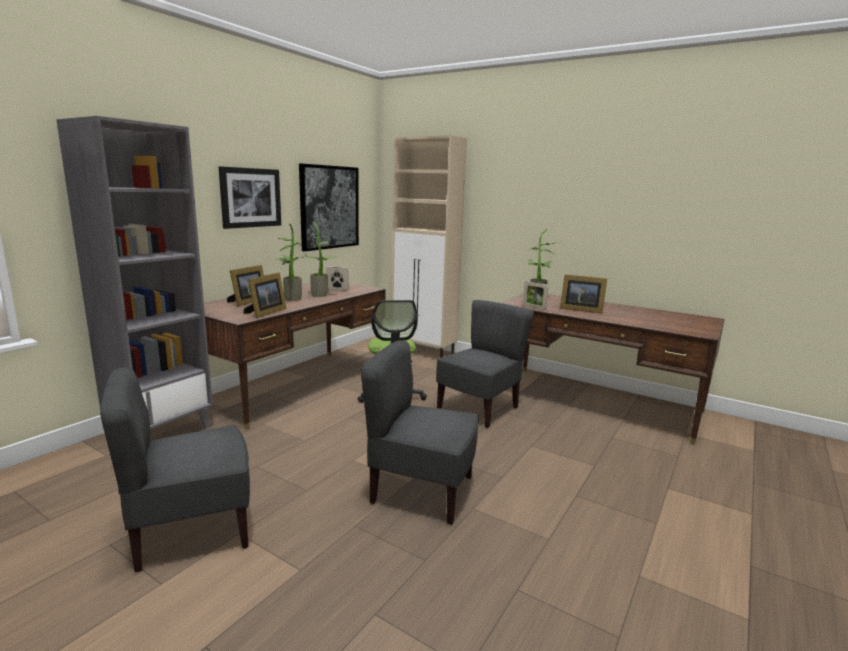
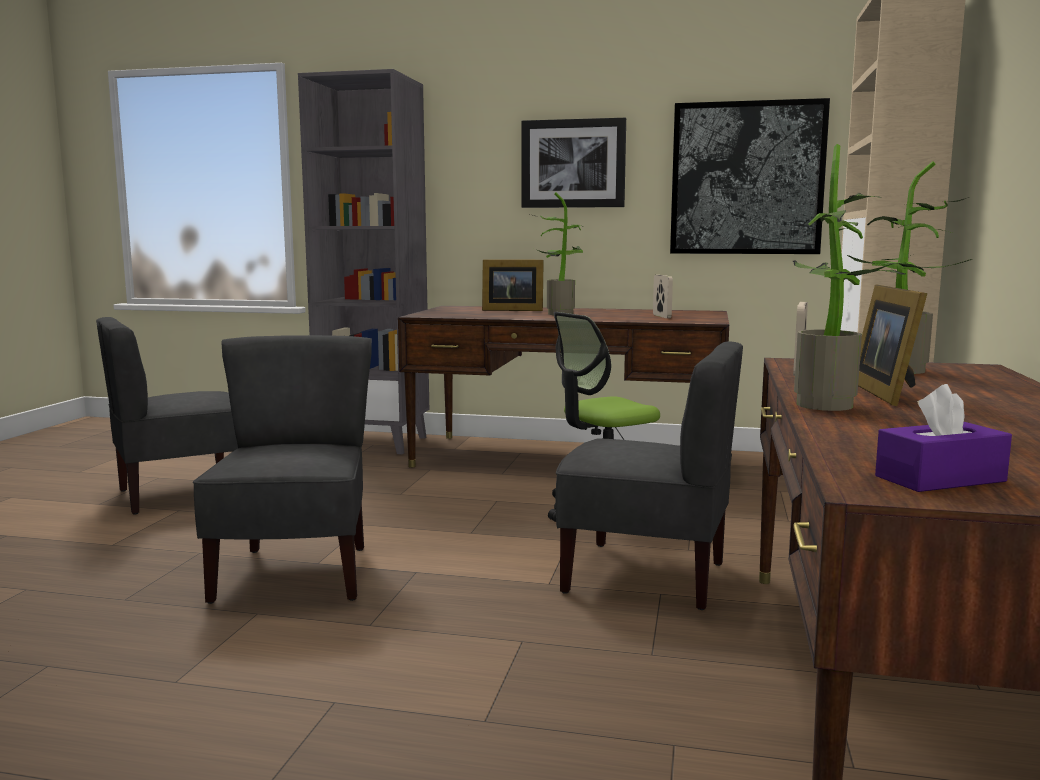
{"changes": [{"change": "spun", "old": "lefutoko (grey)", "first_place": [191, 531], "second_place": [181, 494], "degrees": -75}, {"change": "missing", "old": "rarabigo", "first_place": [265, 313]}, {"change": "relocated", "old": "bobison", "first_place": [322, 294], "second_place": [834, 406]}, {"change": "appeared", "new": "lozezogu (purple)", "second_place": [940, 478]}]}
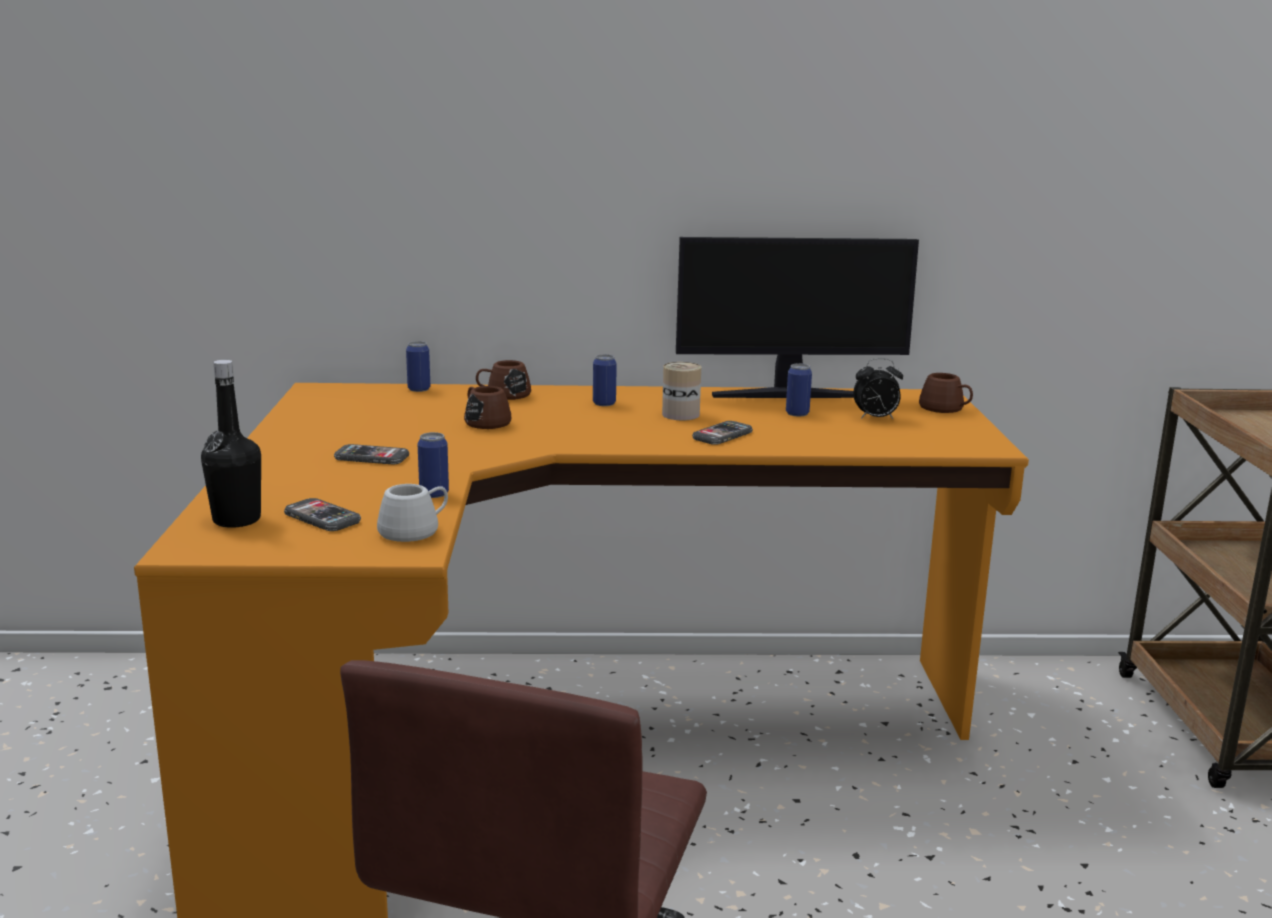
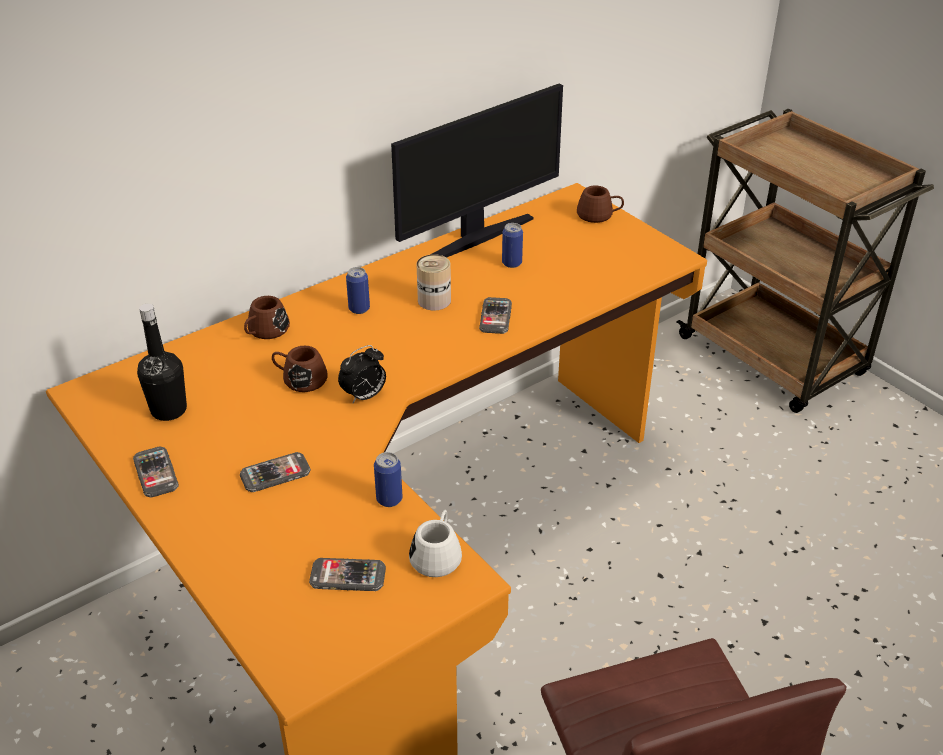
{"changes": [{"change": "relocated", "old": "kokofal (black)", "first_place": [237, 520], "second_place": [169, 410]}, {"change": "missing", "old": "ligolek", "first_place": [419, 389]}, {"change": "relocated", "old": "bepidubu", "first_place": [875, 418], "second_place": [364, 396]}, {"change": "appeared", "new": "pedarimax", "second_place": [156, 473]}]}
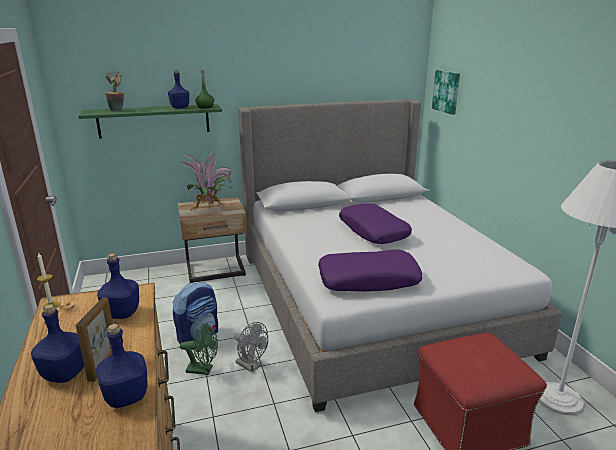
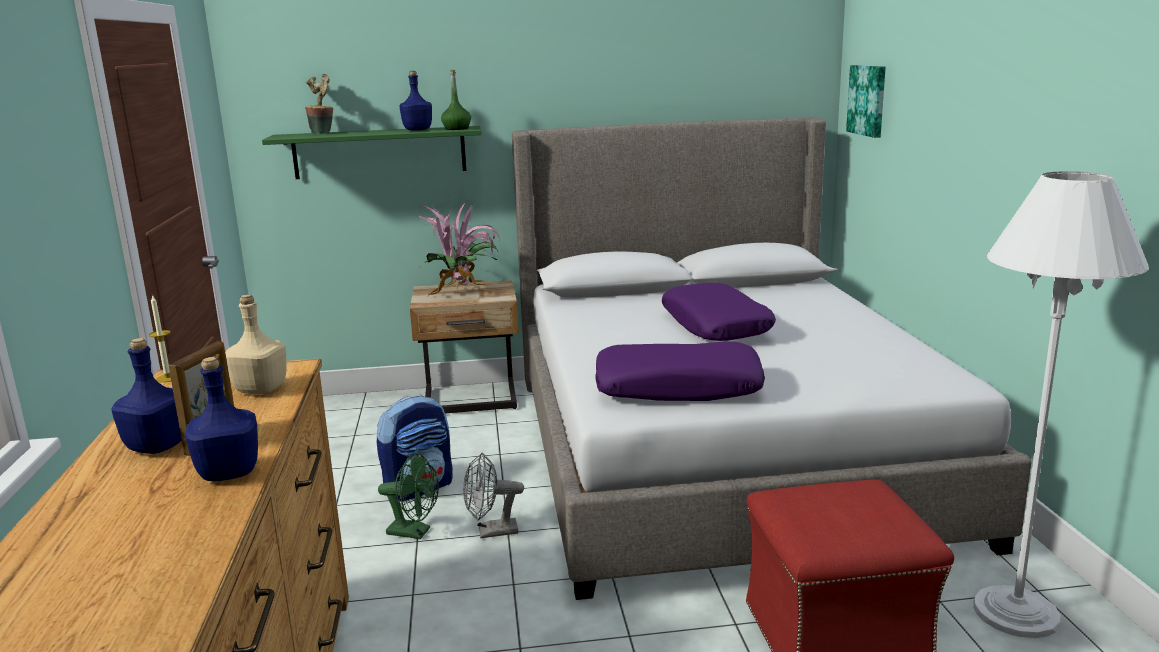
{"changes": [{"change": "colour", "old": "kokofal (blue)", "new": "kokofal (beige)", "first_place": [122, 313], "second_place": [261, 389]}, {"change": "spun", "old": "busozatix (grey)", "first_place": [251, 366], "second_place": [491, 532], "degrees": 120}]}
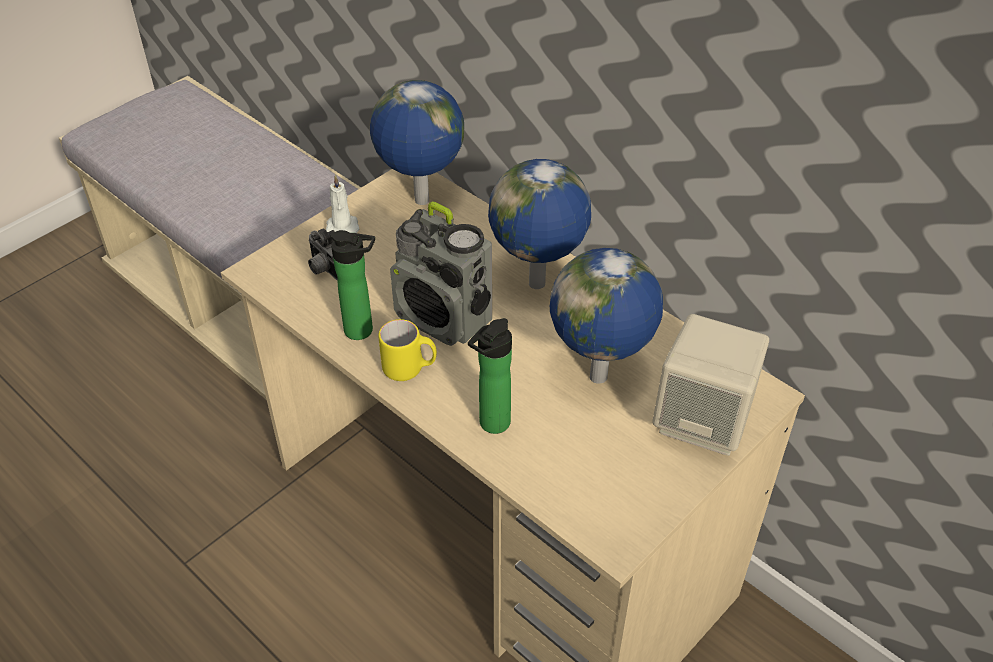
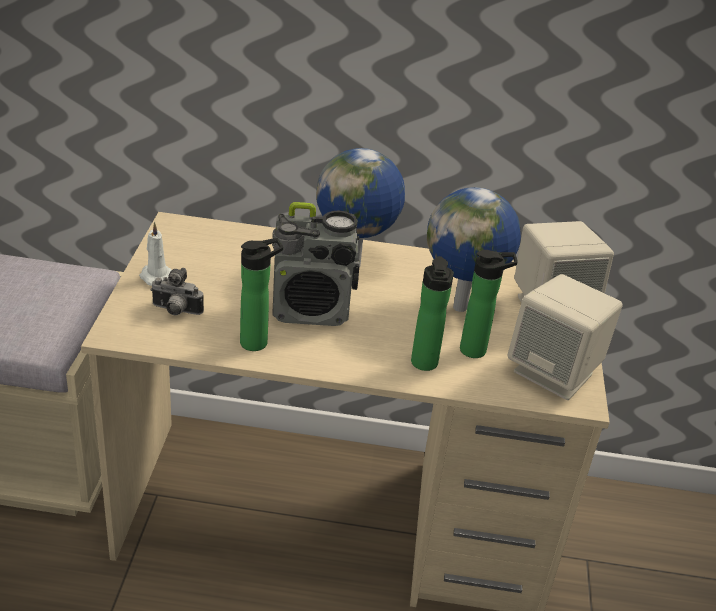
{"changes": [{"change": "missing", "old": "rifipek", "first_place": [421, 201]}, {"change": "missing", "old": "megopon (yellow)", "first_place": [410, 369]}, {"change": "appeared", "new": "kokofal", "second_place": [477, 350]}, {"change": "appeared", "new": "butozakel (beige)", "second_place": [554, 373]}]}
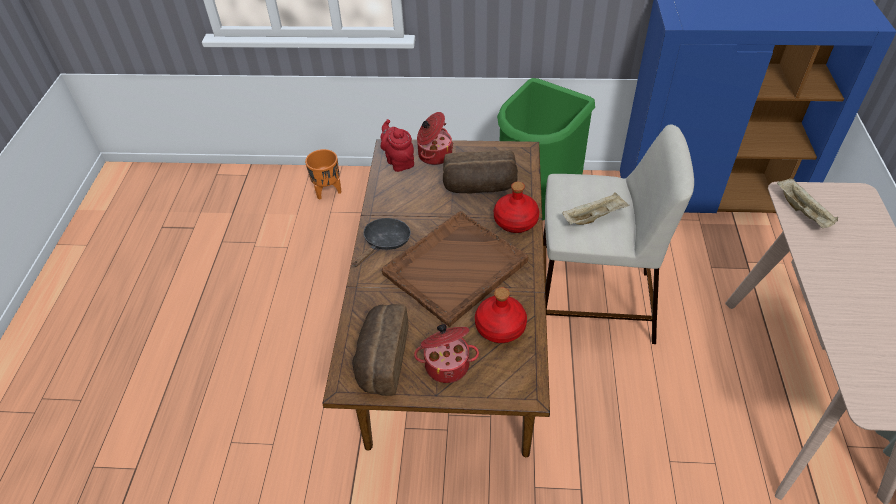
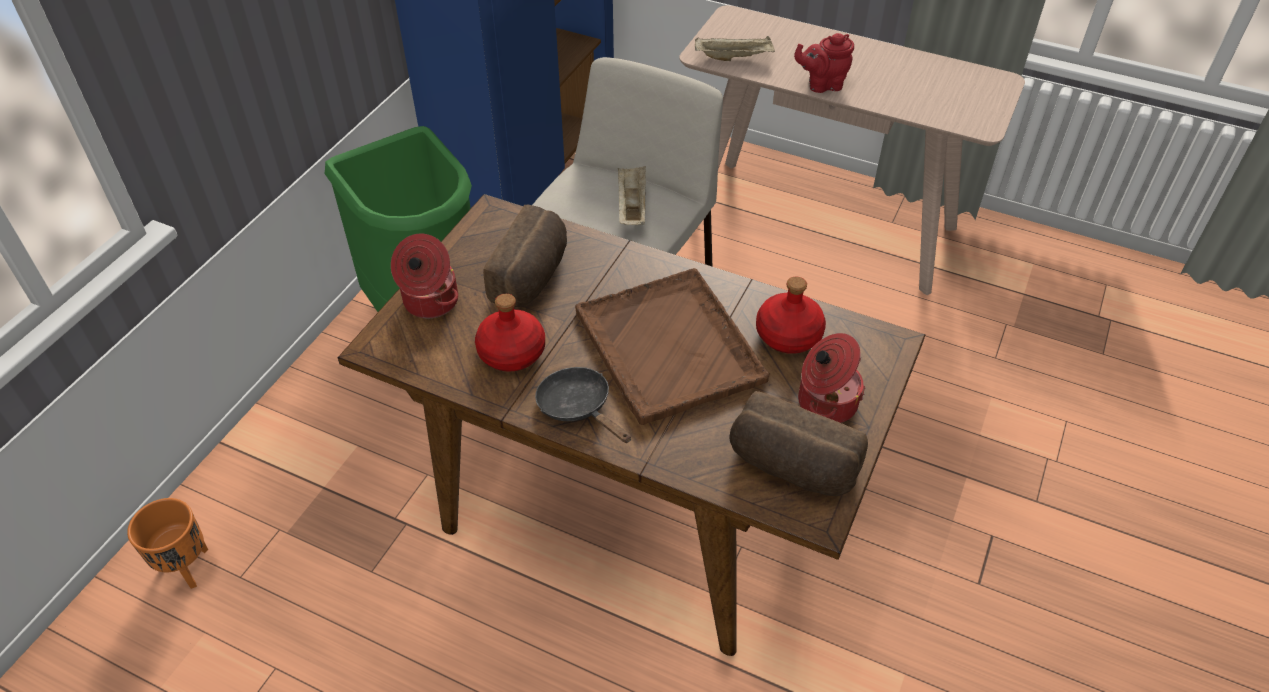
{"changes": [{"change": "relocated", "old": "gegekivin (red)", "first_place": [399, 161], "second_place": [822, 85]}, {"change": "relocated", "old": "kokofal (red)", "first_place": [516, 221], "second_place": [511, 352]}]}
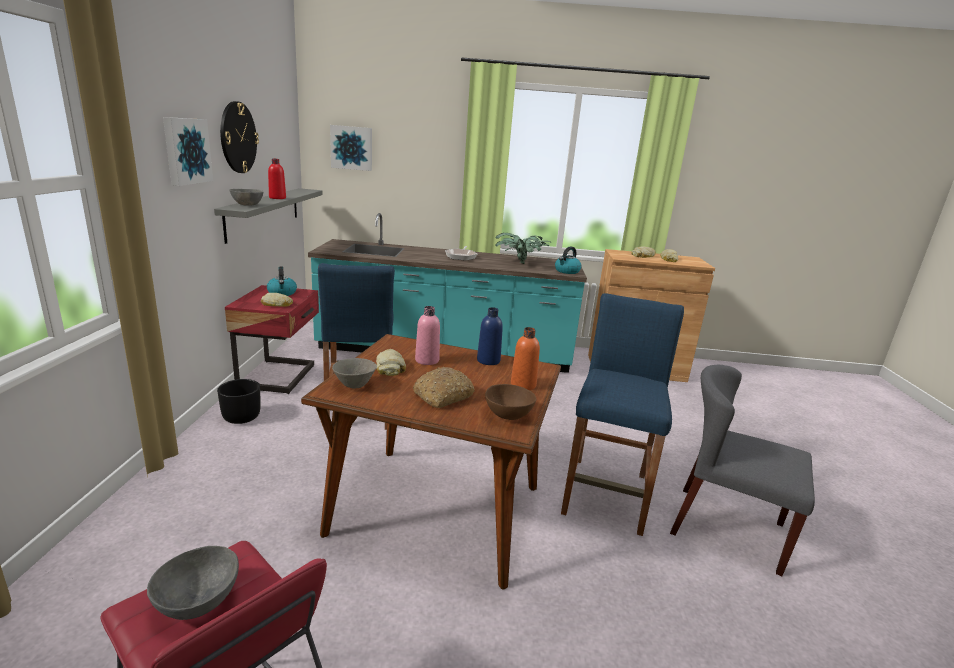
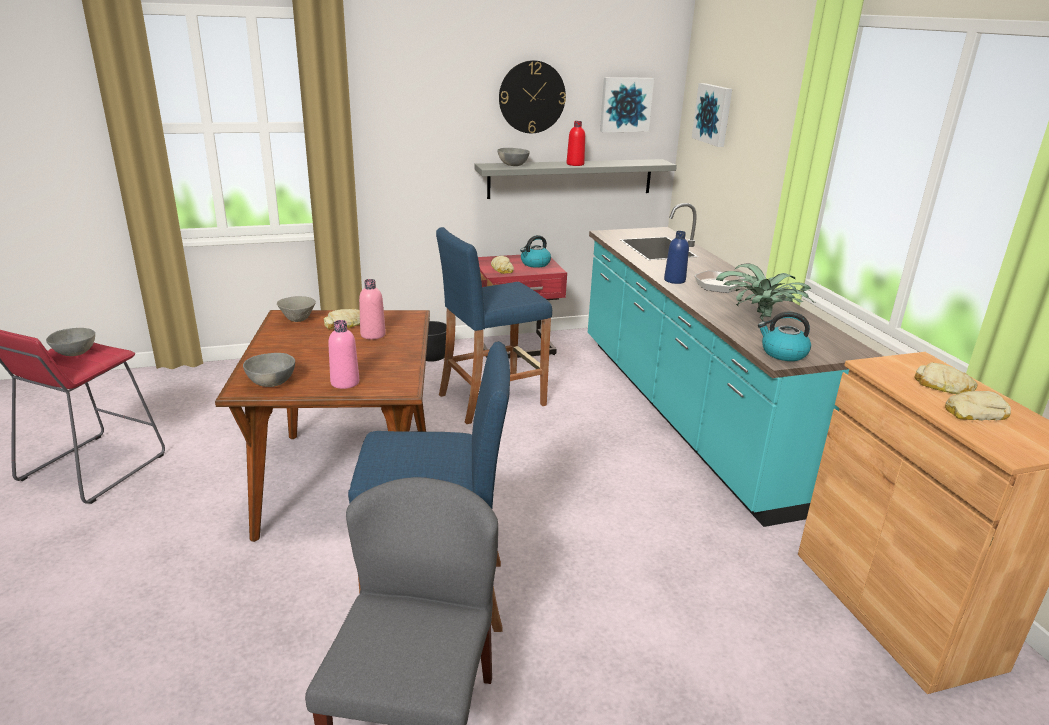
{"changes": [{"change": "relocated", "old": "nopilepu", "first_place": [186, 151], "second_place": [625, 104]}, {"change": "missing", "old": "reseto", "first_place": [443, 396]}, {"change": "relocated", "old": "kokofal (blue)", "first_place": [488, 360], "second_place": [674, 280]}, {"change": "colour", "old": "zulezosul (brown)", "new": "zulezosul (grey)", "first_place": [508, 416], "second_place": [270, 383]}, {"change": "colour", "old": "kokofal (orange)", "new": "kokofal (pink)", "first_place": [523, 385], "second_place": [345, 382]}]}
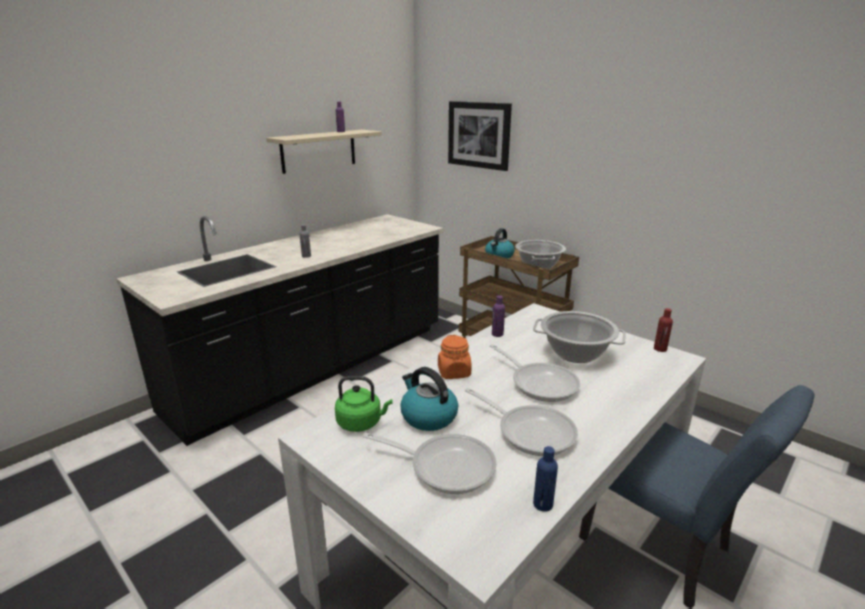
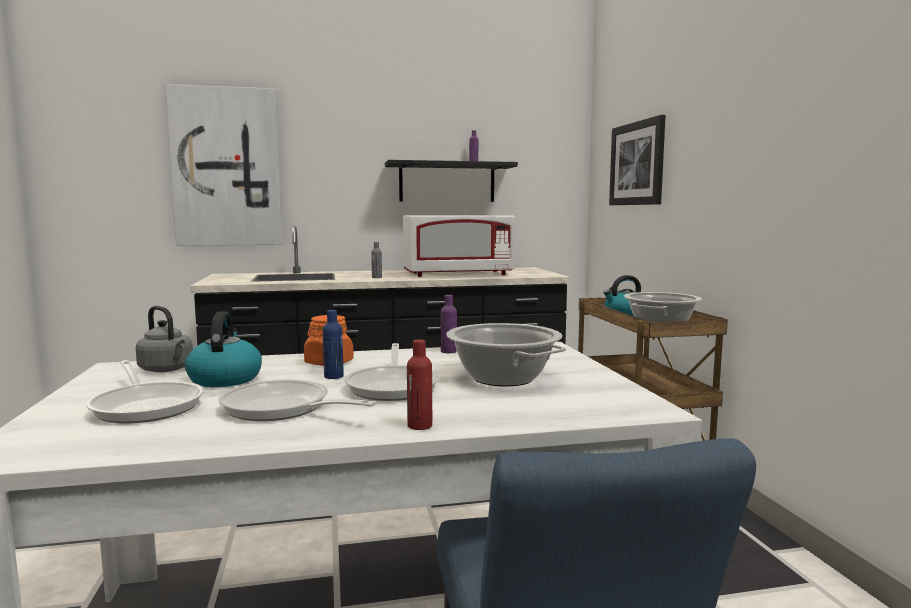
{"changes": [{"change": "colour", "old": "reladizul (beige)", "new": "reladizul (black)", "first_place": [319, 151], "second_place": [447, 182]}, {"change": "colour", "old": "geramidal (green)", "new": "geramidal (grey)", "first_place": [361, 423], "second_place": [167, 369]}, {"change": "spun", "old": "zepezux", "first_place": [530, 431], "second_place": [282, 409], "degrees": 135}, {"change": "relocated", "old": "kokofal (blue)", "first_place": [543, 504], "second_place": [333, 376]}, {"change": "relocated", "old": "kokofal (red)", "first_place": [660, 349], "second_place": [419, 426]}, {"change": "appeared", "new": "nopilepu", "second_place": [226, 167]}, {"change": "appeared", "new": "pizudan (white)", "second_place": [457, 274]}]}
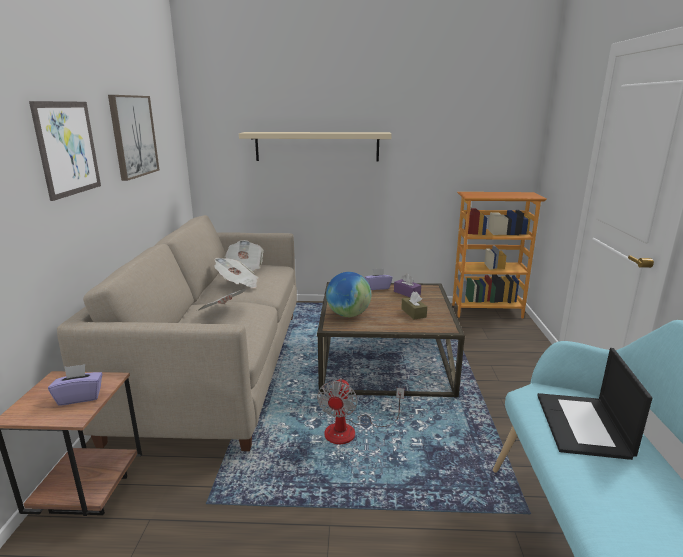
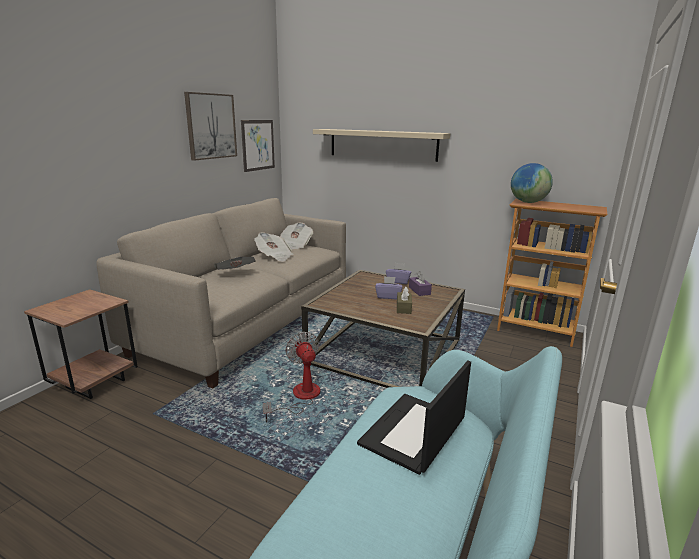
{"changes": [{"change": "relocated", "old": "nopilepu", "first_place": [68, 148], "second_place": [258, 145]}, {"change": "relocated", "old": "lozezogu (purple)", "first_place": [80, 397], "second_place": [388, 296]}, {"change": "spun", "old": "busozatix", "first_place": [350, 431], "second_place": [300, 397], "degrees": 120}, {"change": "relocated", "old": "rifipek", "first_place": [348, 314], "second_place": [528, 202]}]}
